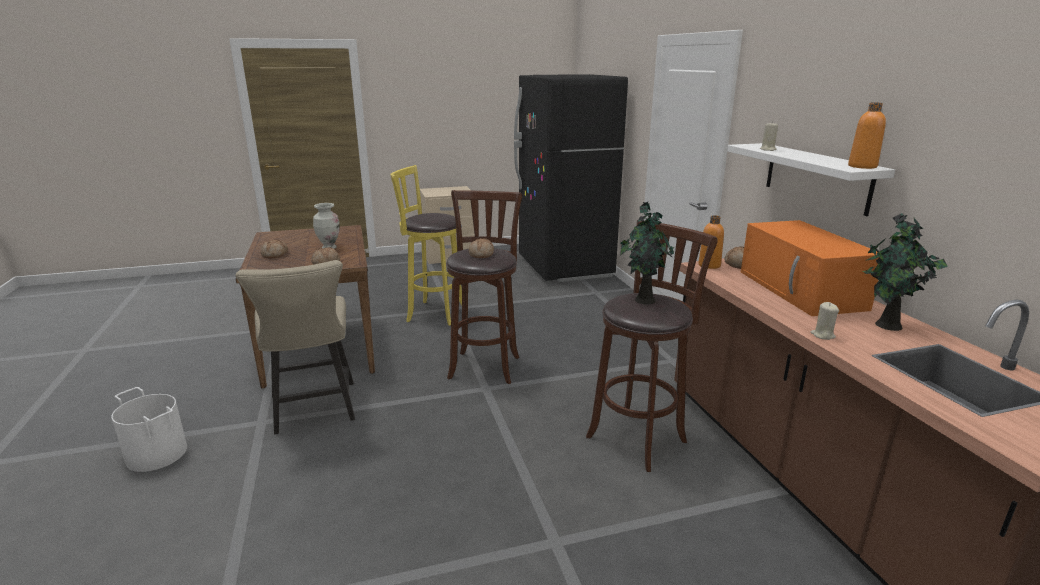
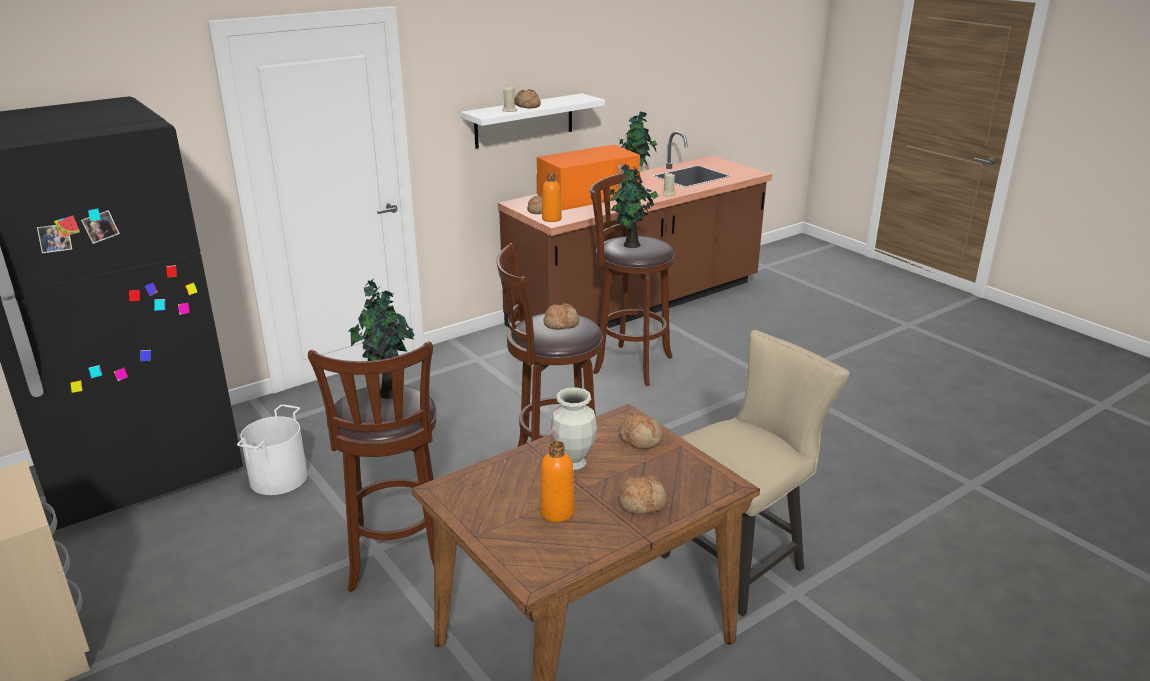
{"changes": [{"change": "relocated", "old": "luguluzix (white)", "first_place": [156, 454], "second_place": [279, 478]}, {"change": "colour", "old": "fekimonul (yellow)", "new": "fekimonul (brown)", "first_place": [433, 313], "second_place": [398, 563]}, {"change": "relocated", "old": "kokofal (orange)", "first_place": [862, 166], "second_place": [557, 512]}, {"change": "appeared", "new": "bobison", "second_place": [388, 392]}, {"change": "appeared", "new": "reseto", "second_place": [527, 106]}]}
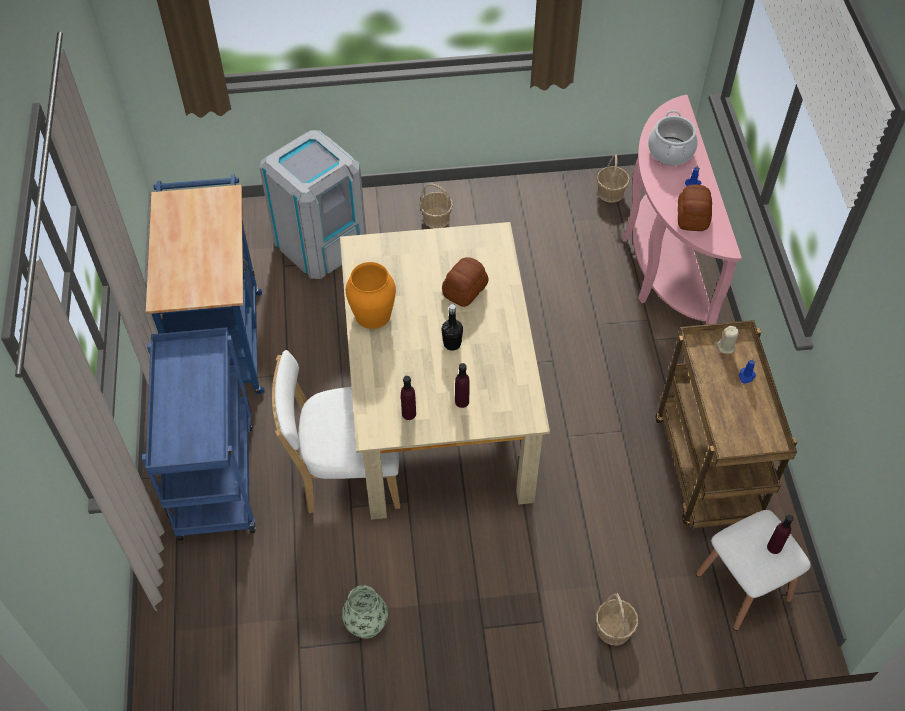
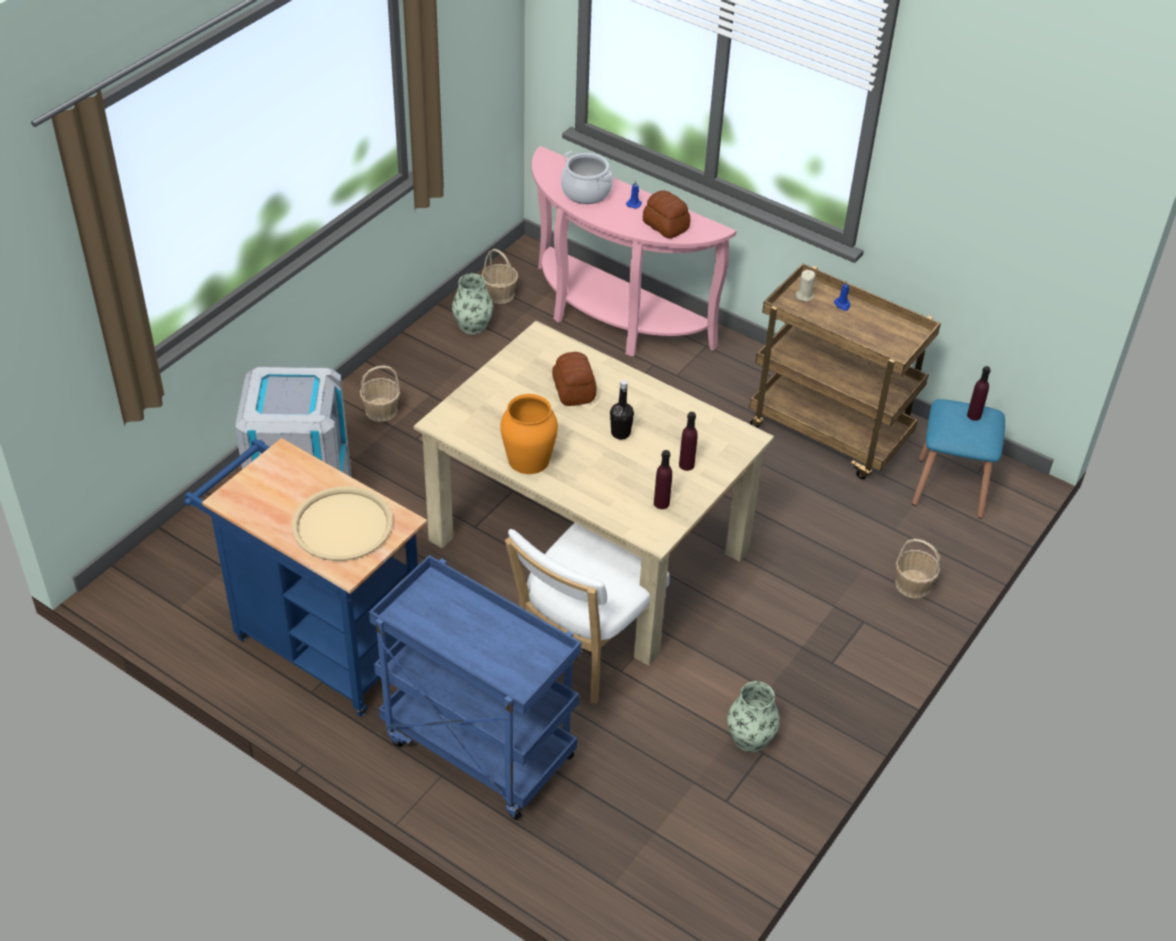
{"changes": [{"change": "colour", "old": "fekimonul (white)", "new": "fekimonul (blue)", "first_place": [743, 587], "second_place": [950, 487]}, {"change": "appeared", "new": "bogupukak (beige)", "second_place": [342, 525]}, {"change": "appeared", "new": "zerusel", "second_place": [473, 325]}]}
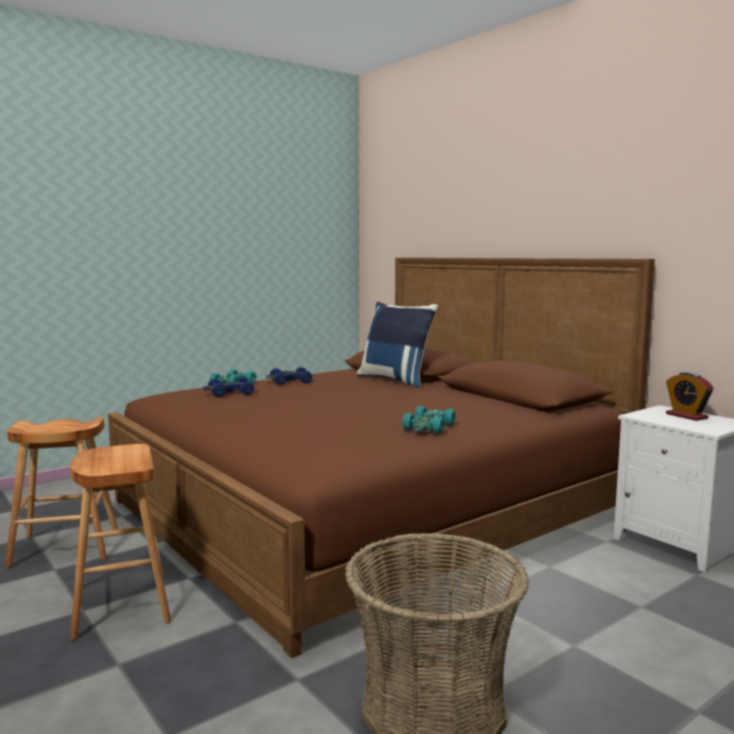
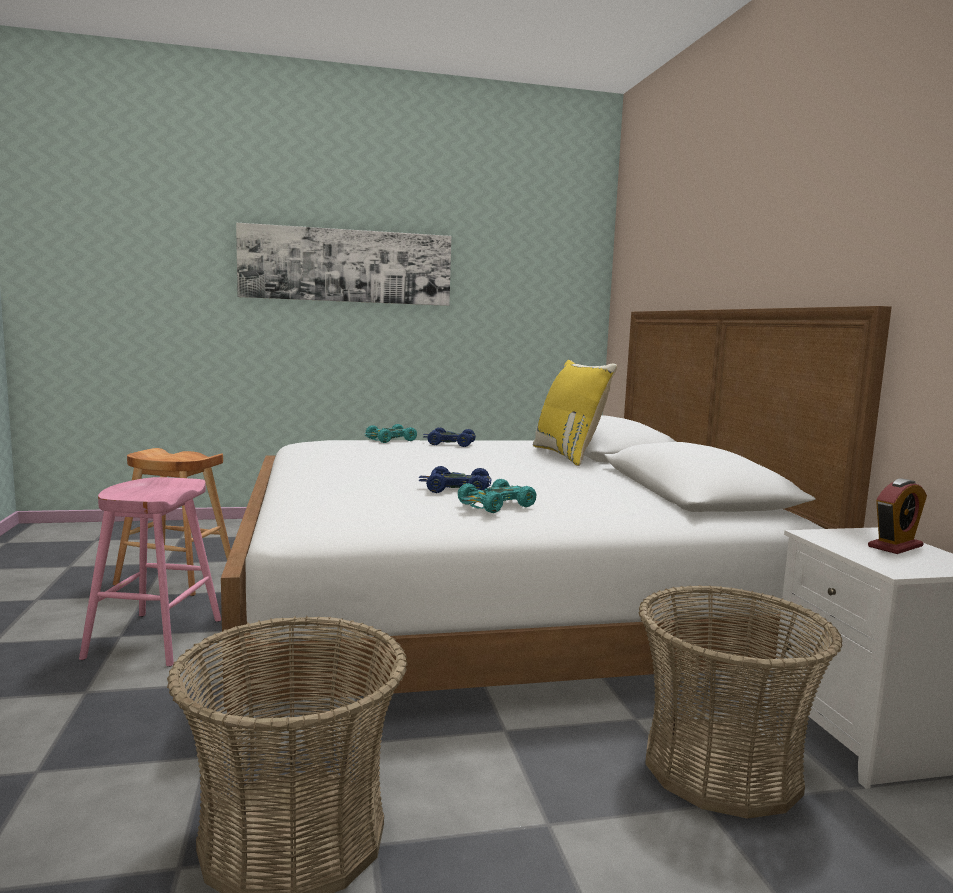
{"changes": [{"change": "colour", "old": "fekimonul (brown)", "new": "fekimonul (pink)", "first_place": [121, 604], "second_place": [154, 639]}, {"change": "colour", "old": "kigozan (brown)", "new": "kigozan (white)", "first_place": [367, 507], "second_place": [495, 600]}, {"change": "relocated", "old": "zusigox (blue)", "first_place": [230, 393], "second_place": [456, 489]}, {"change": "colour", "old": "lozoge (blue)", "new": "lozoge (yellow)", "first_place": [396, 380], "second_place": [570, 455]}, {"change": "spun", "old": "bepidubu", "first_place": [686, 416], "second_place": [895, 546], "degrees": -120}, {"change": "appeared", "new": "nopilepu", "second_place": [346, 266]}, {"change": "appeared", "new": "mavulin", "second_place": [722, 767]}]}
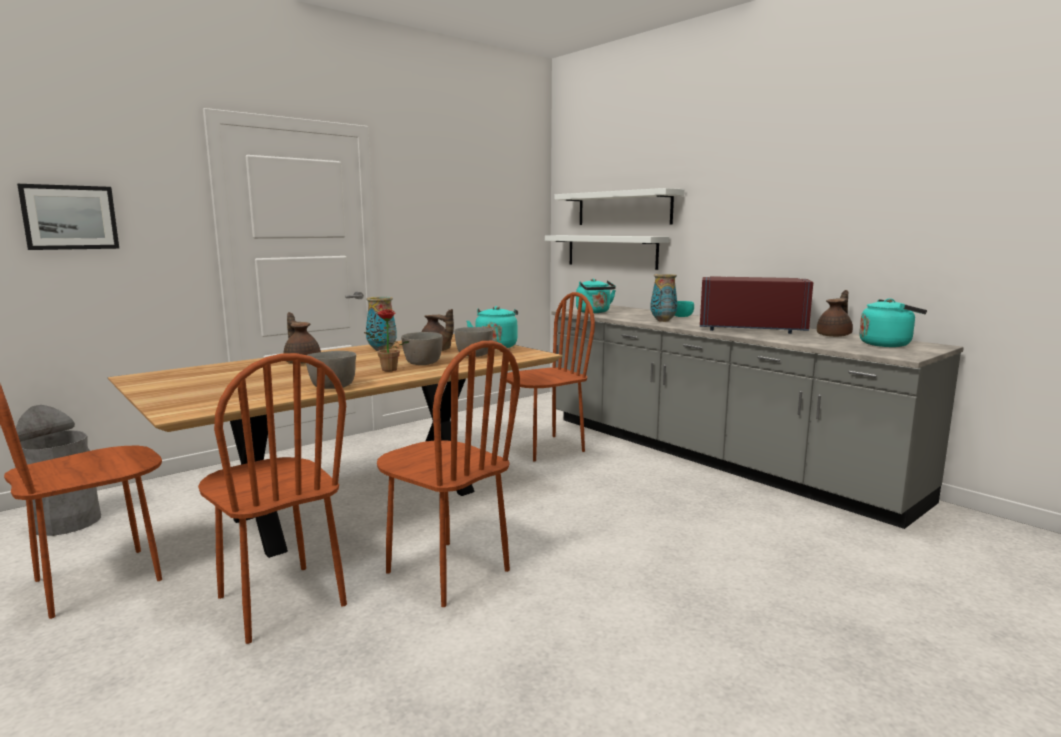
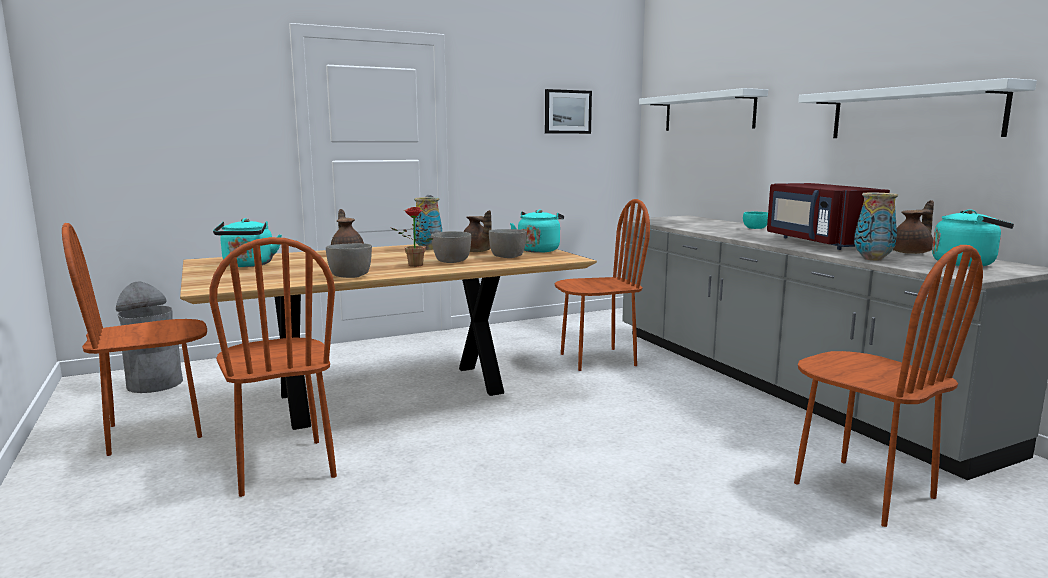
{"changes": [{"change": "relocated", "old": "nopilepu", "first_place": [70, 217], "second_place": [567, 112]}, {"change": "relocated", "old": "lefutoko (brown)", "first_place": [447, 572], "second_place": [863, 490]}, {"change": "relocated", "old": "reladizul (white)", "first_place": [611, 251], "second_place": [913, 113]}, {"change": "relocated", "old": "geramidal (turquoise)", "first_place": [594, 312], "second_place": [248, 265]}, {"change": "relocated", "old": "zerusel", "first_place": [663, 320], "second_place": [873, 259]}, {"change": "spun", "old": "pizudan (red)", "first_place": [751, 329], "second_place": [818, 242], "degrees": -135}]}
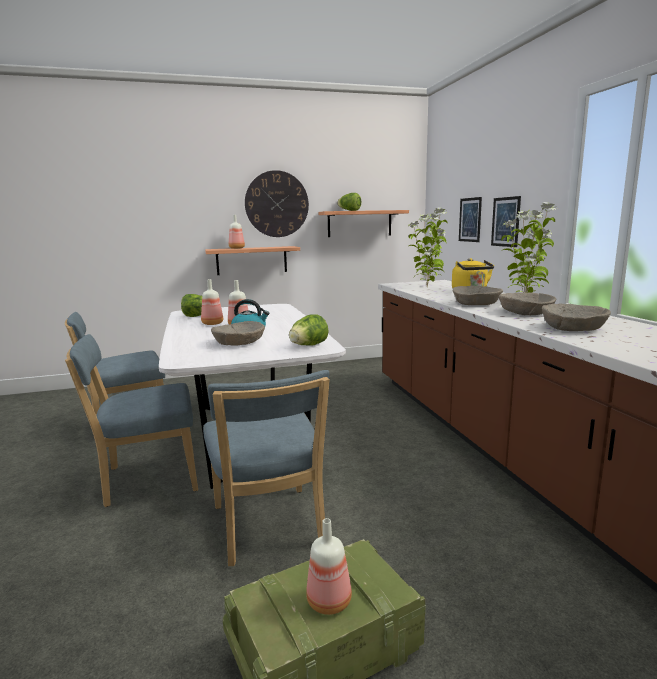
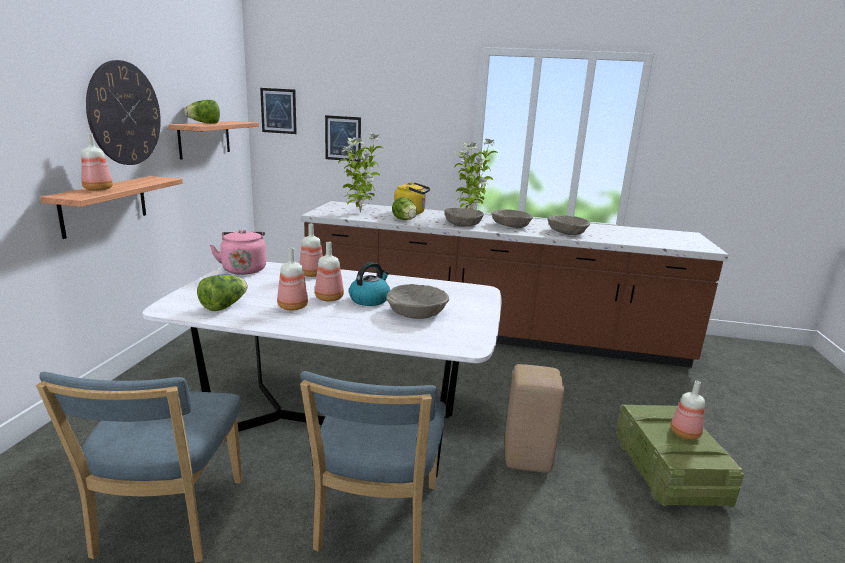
{"changes": [{"change": "exchanged", "old": "lefutoko (blue)", "new": "fekimonul (beige)", "first_place": [269, 529], "second_place": [528, 459]}, {"change": "relocated", "old": "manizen", "first_place": [308, 346], "second_place": [405, 220]}, {"change": "relocated", "old": "nopilepu", "first_place": [505, 222], "second_place": [278, 111]}, {"change": "appeared", "new": "geramidal (pink)", "second_place": [244, 269]}, {"change": "appeared", "new": "kokofal", "second_place": [312, 274]}]}
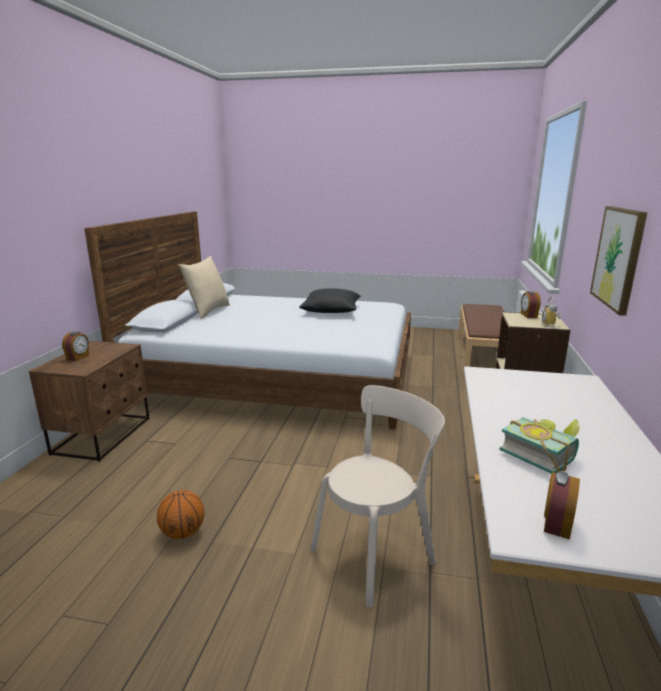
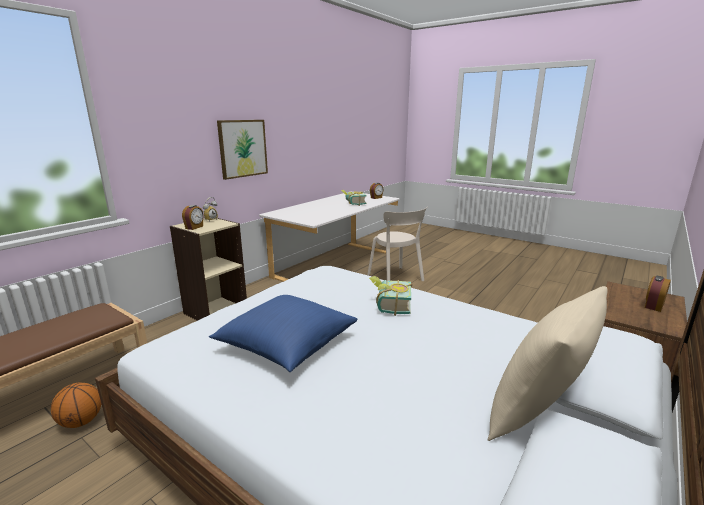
{"changes": [{"change": "relocated", "old": "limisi", "first_place": [183, 533], "second_place": [81, 421]}, {"change": "colour", "old": "lozoge (black)", "new": "lozoge (blue)", "first_place": [331, 311], "second_place": [287, 344]}, {"change": "spun", "old": "lefutoko (beige)", "first_place": [376, 553], "second_place": [396, 278], "degrees": -105}, {"change": "appeared", "new": "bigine", "second_place": [389, 306]}]}
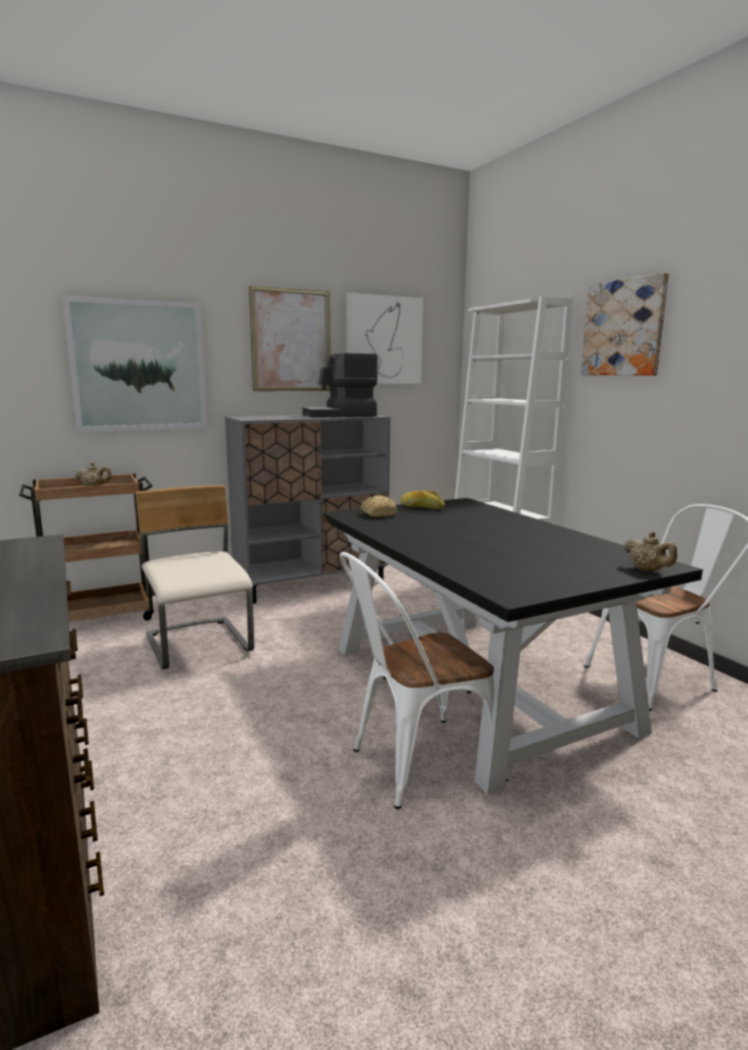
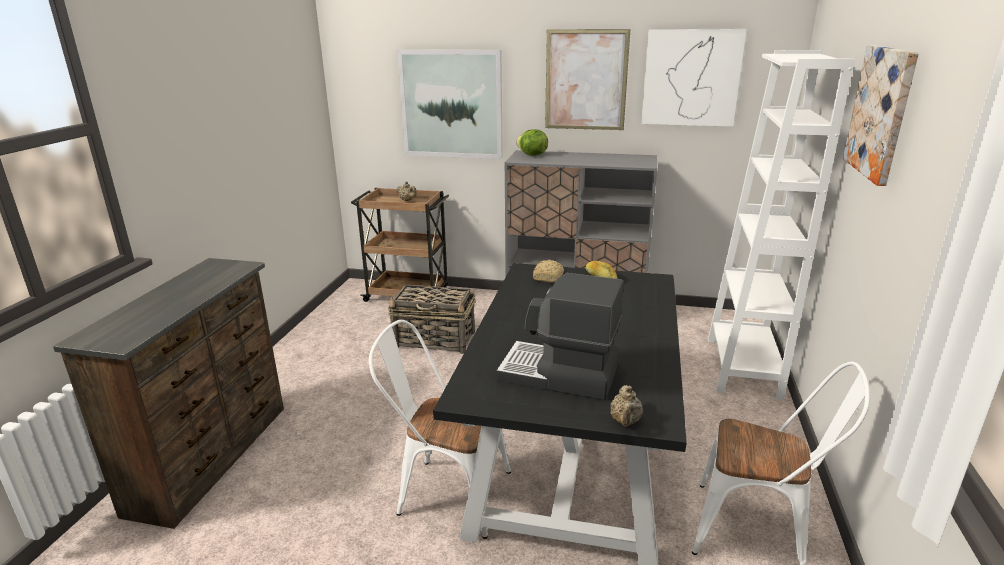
{"changes": [{"change": "exchanged", "old": "lefutoko (beige)", "new": "mavulin", "first_place": [199, 645], "second_place": [435, 340]}, {"change": "relocated", "old": "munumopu", "first_place": [340, 415], "second_place": [558, 375]}, {"change": "appeared", "new": "manizen", "second_place": [532, 155]}]}
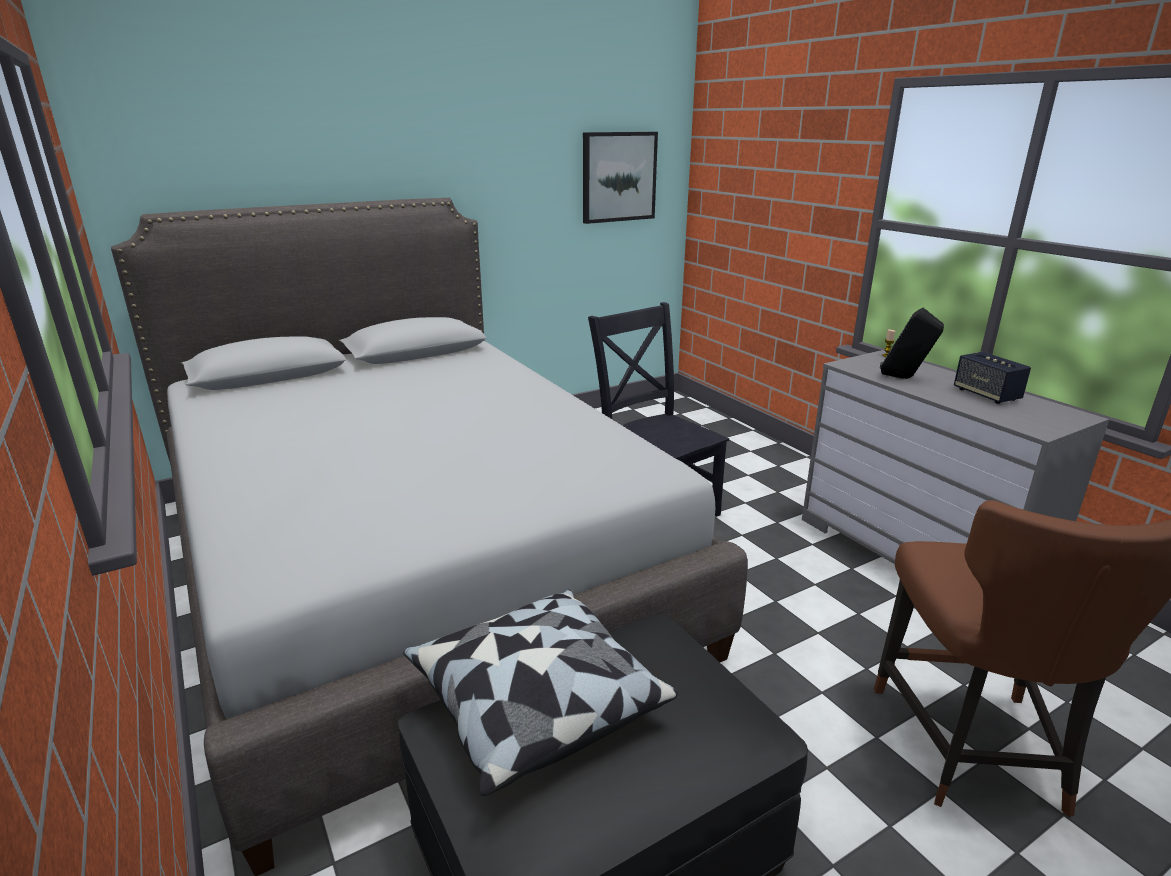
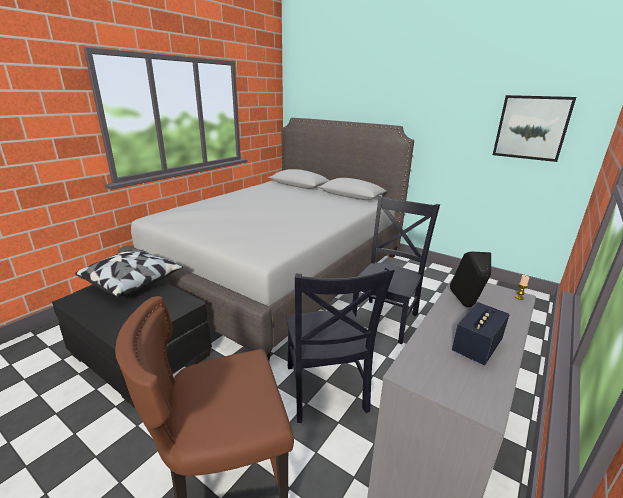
{"changes": [{"change": "appeared", "new": "lefutoko (black)", "second_place": [325, 391]}]}
